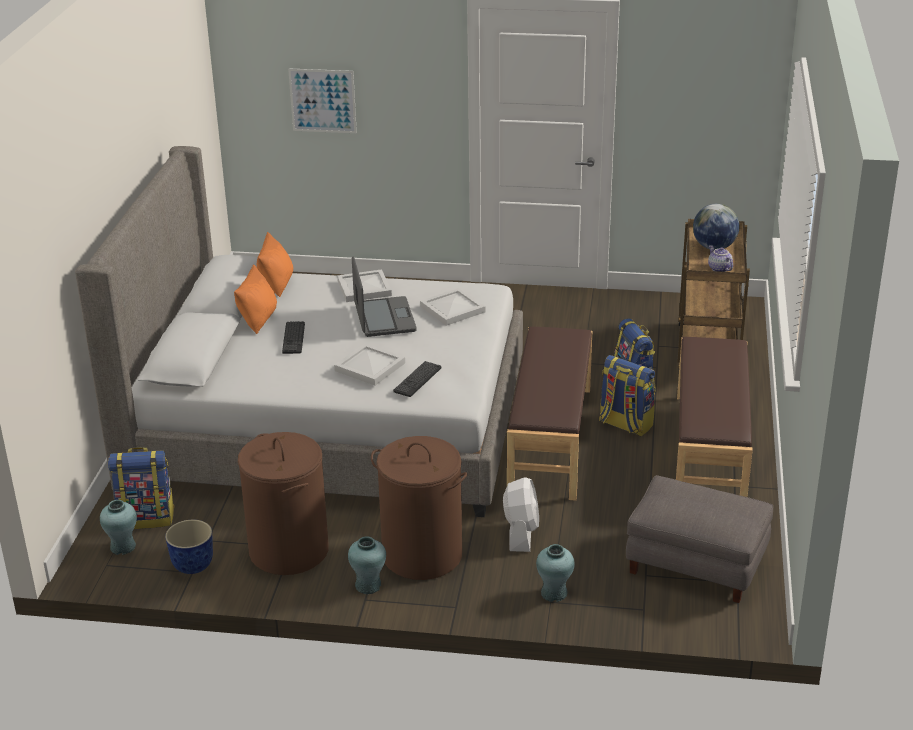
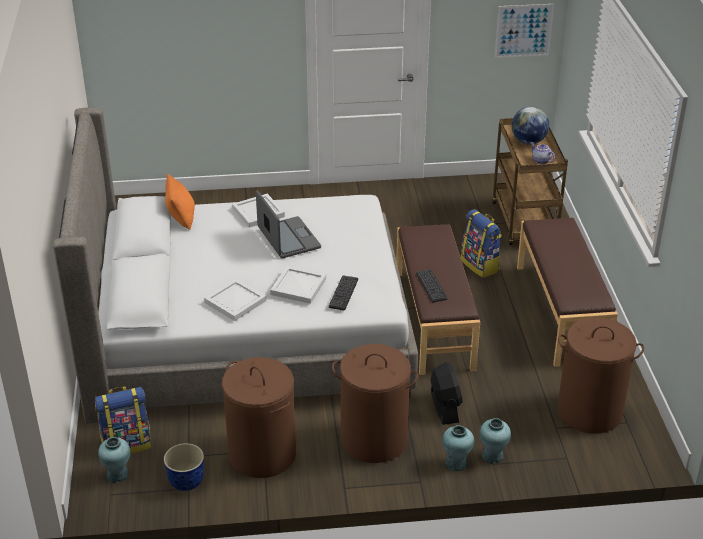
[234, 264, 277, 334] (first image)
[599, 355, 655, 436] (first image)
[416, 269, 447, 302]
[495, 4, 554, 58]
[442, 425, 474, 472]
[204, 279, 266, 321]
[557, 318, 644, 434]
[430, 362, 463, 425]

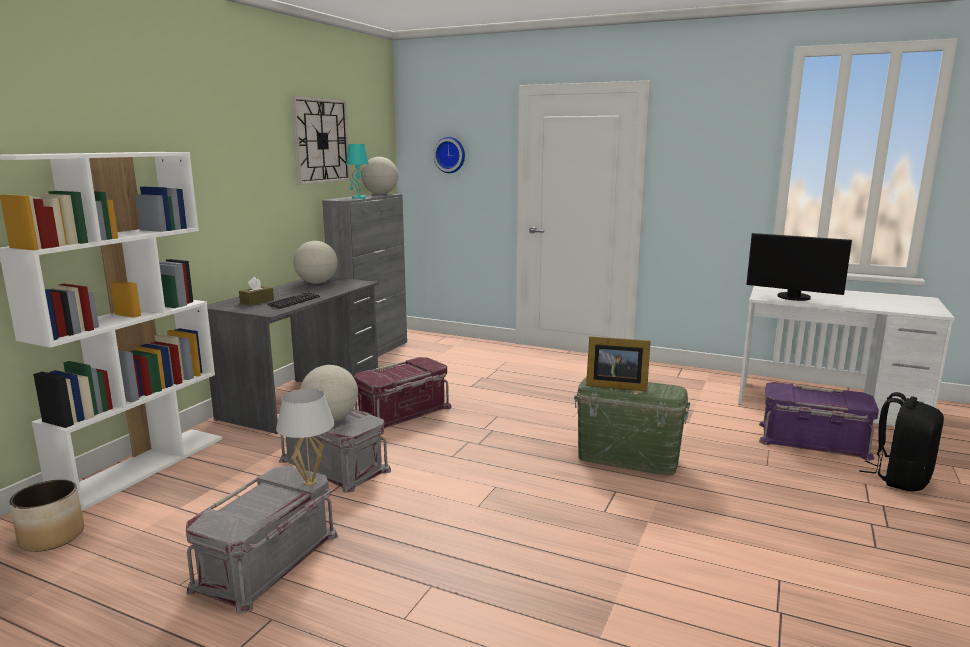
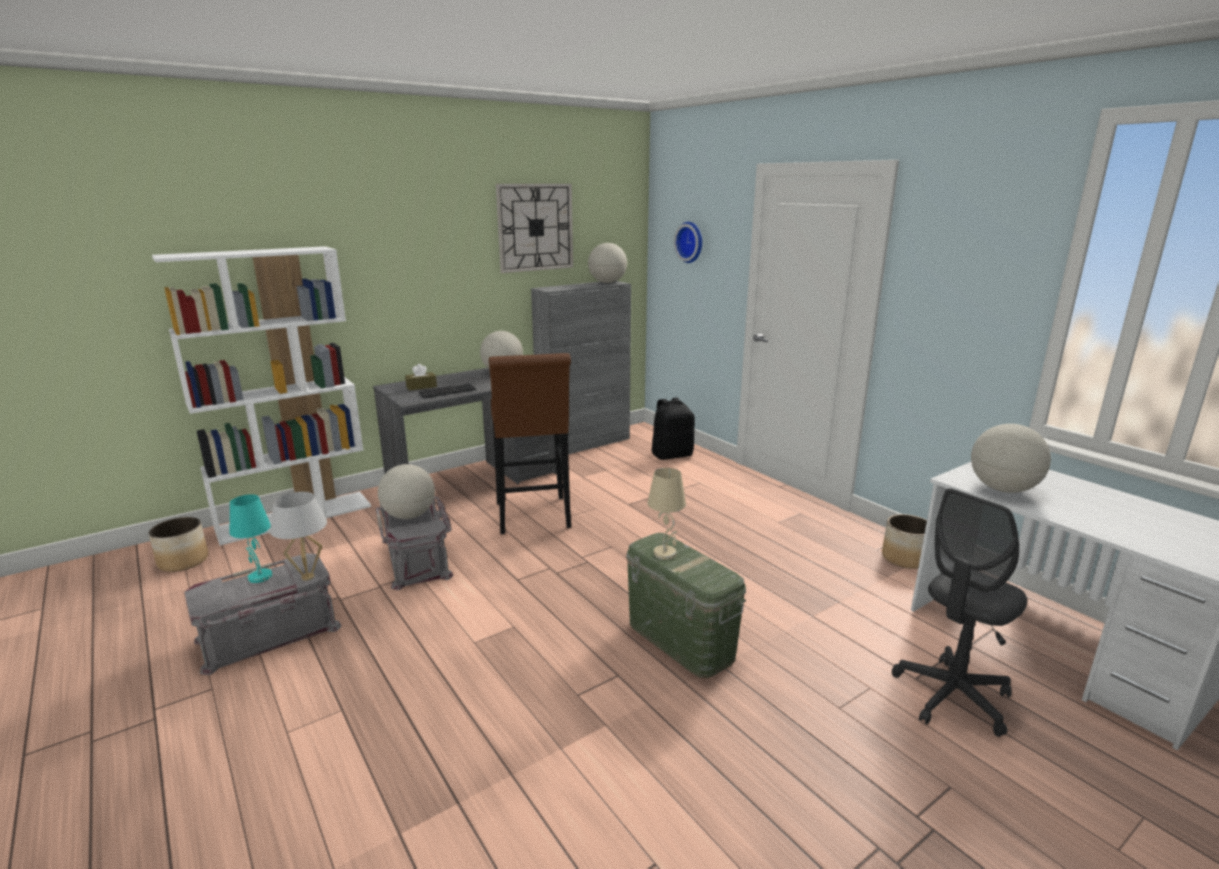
[882, 514, 927, 569]
[230, 494, 272, 583]
[652, 397, 695, 460]
[489, 353, 571, 534]
[647, 468, 686, 560]
[971, 424, 1051, 493]
[892, 488, 1027, 737]

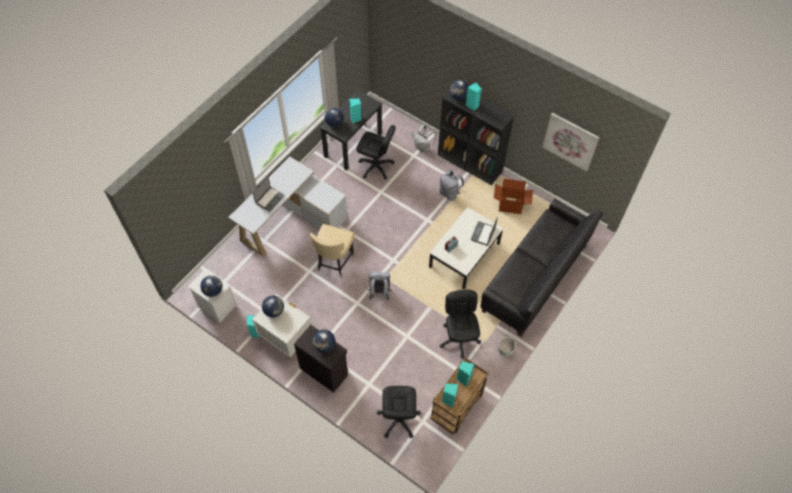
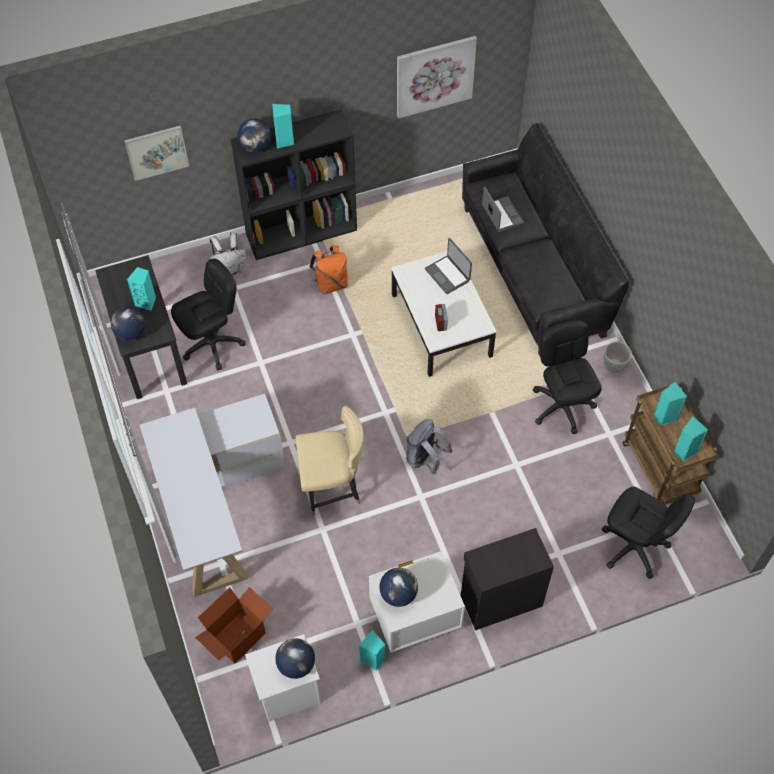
[313, 330, 335, 353] (first image)
[124, 126, 189, 181]
[482, 187, 524, 232]
[195, 587, 273, 664]
[310, 246, 348, 294]
[296, 406, 364, 515]
[533, 320, 602, 434]

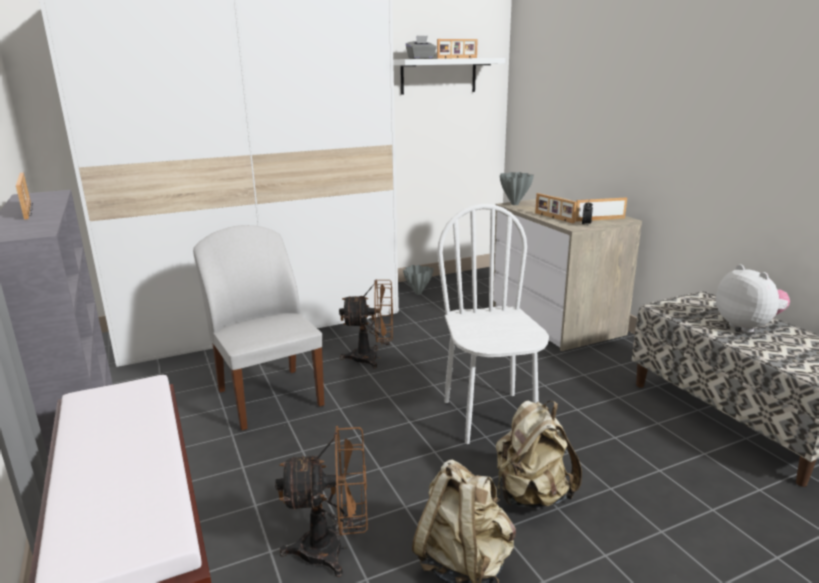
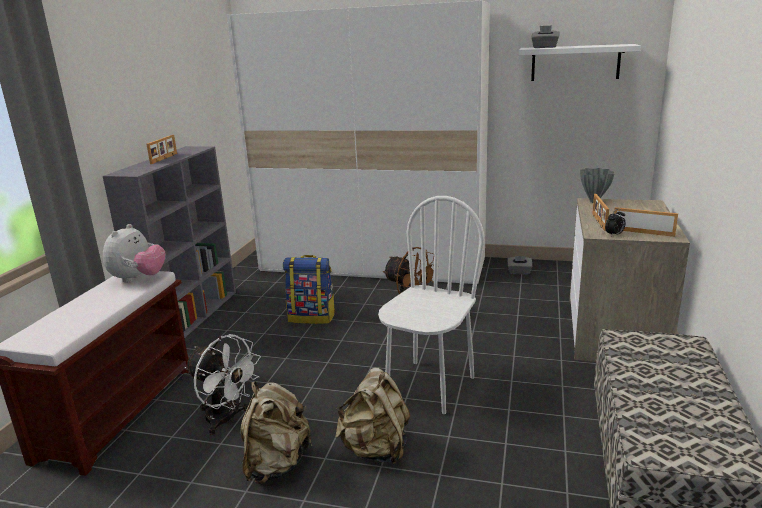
[437, 39, 478, 59] (first image)
[103, 224, 166, 283]
[283, 255, 335, 324]
[507, 256, 532, 274]
[185, 334, 261, 435]

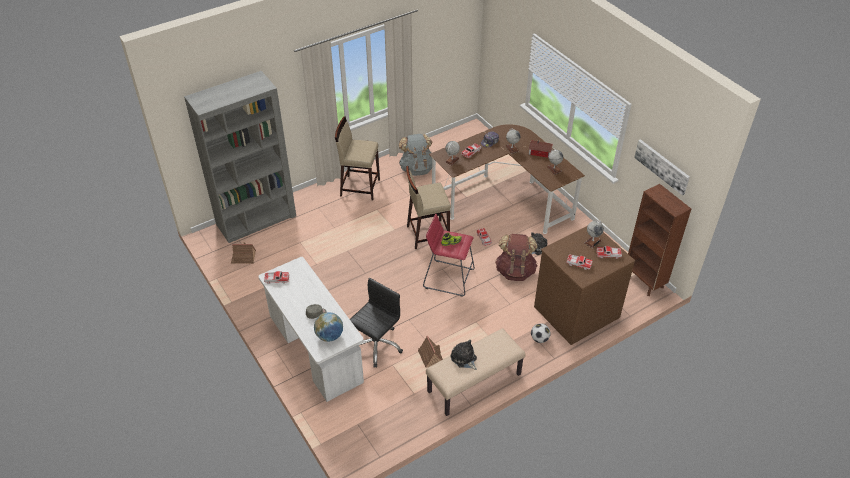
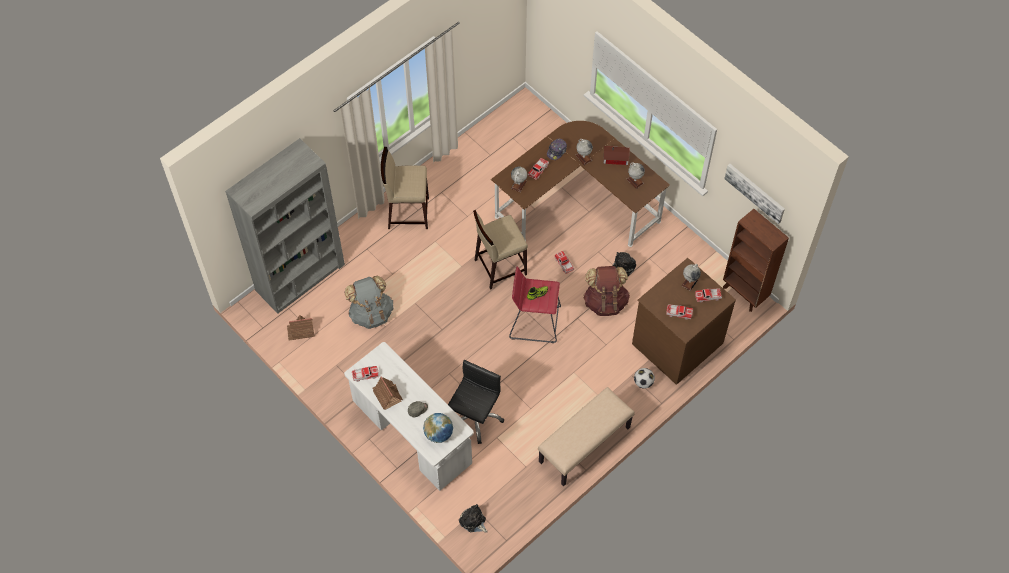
[345, 276, 394, 329]
[373, 376, 403, 410]
[459, 504, 488, 533]

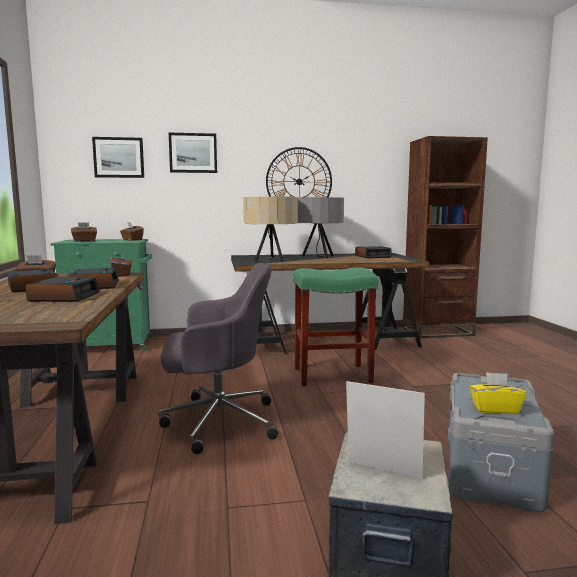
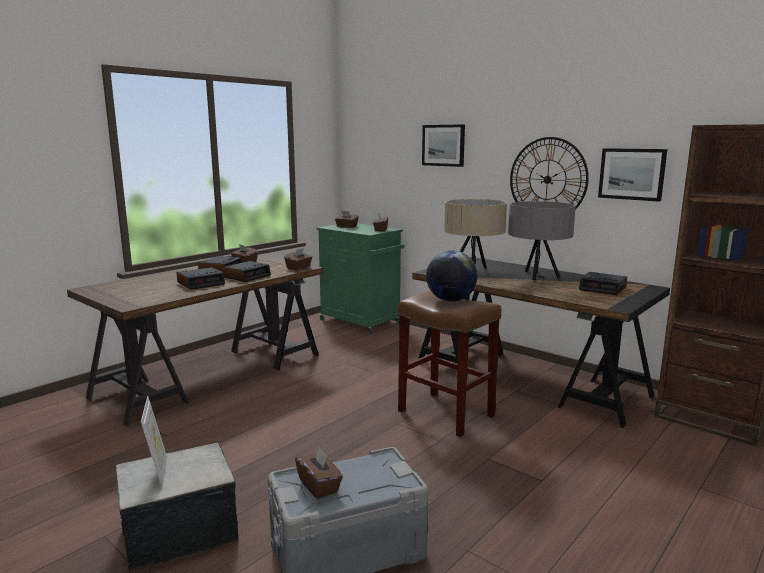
[158, 263, 278, 454] (first image)
[426, 250, 478, 301]
[598, 148, 667, 202]
[398, 291, 502, 437]
[295, 447, 343, 499]

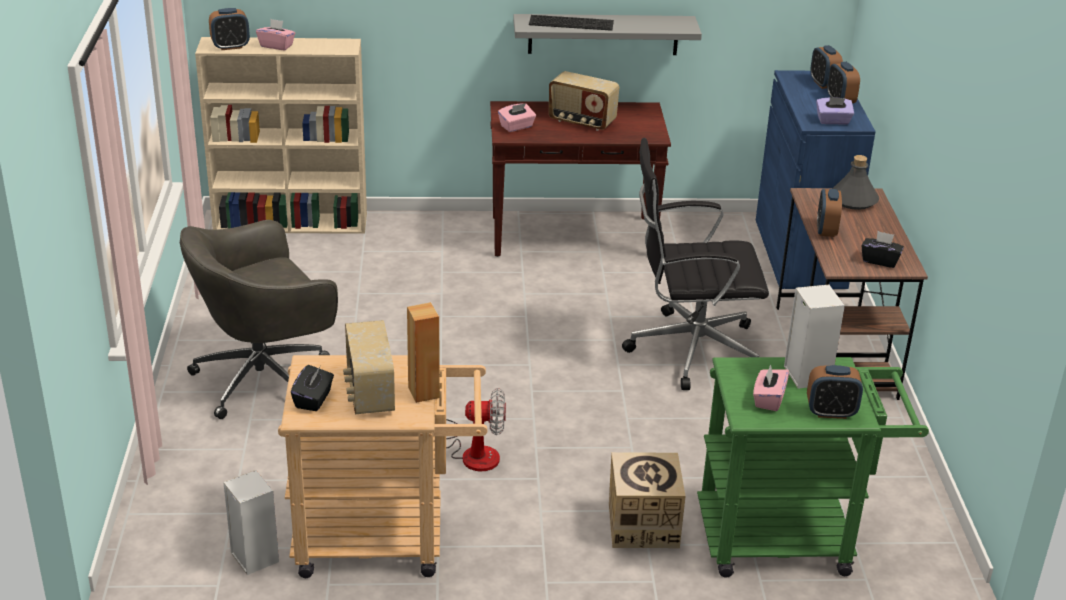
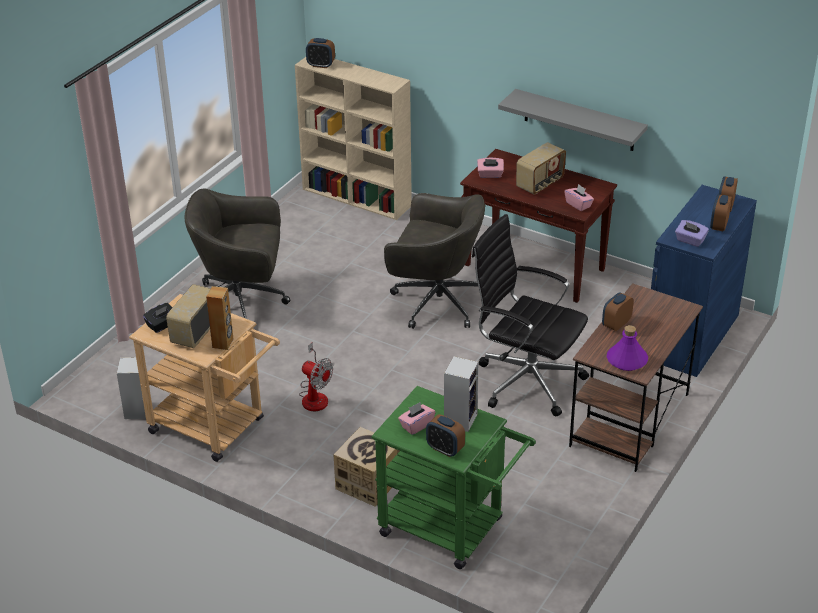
[529, 15, 614, 31] (first image)
[832, 155, 879, 210] (first image)
[384, 193, 485, 329]
[564, 184, 594, 211]
[607, 325, 648, 371]
[516, 142, 566, 195]

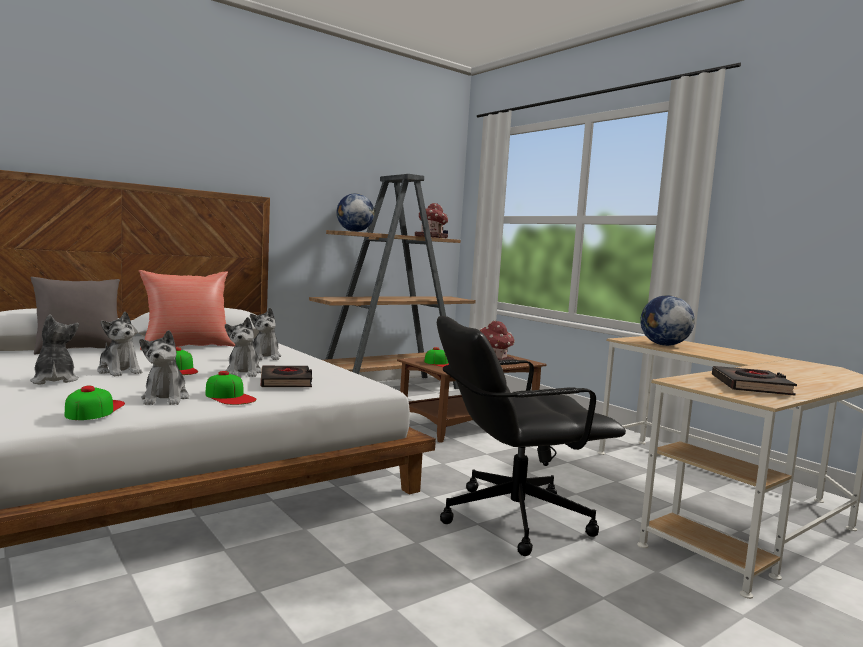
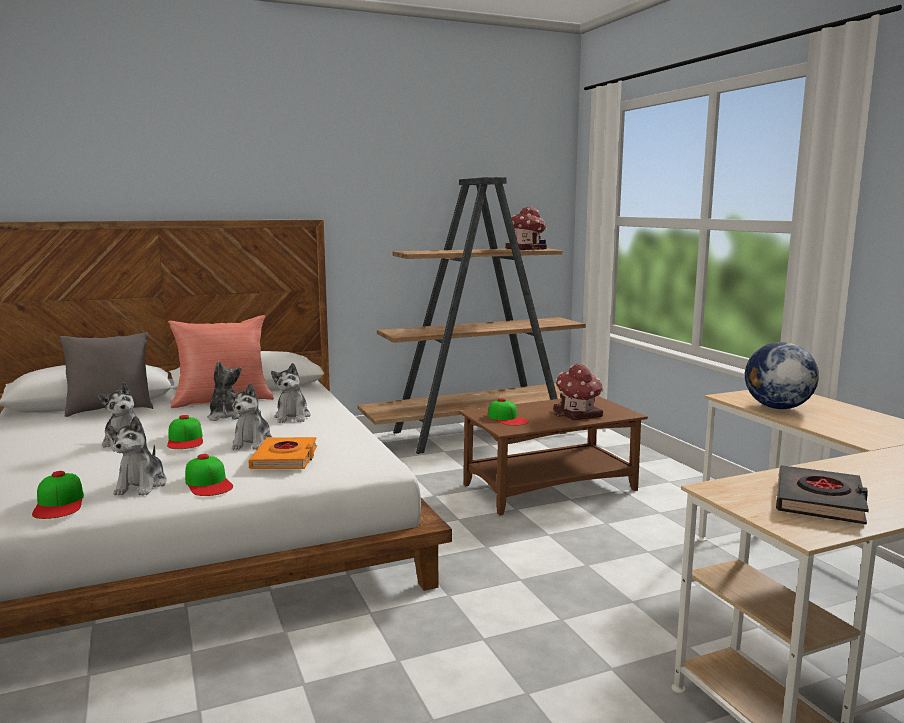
[337, 193, 374, 232] (first image)
[437, 316, 626, 556] (first image)
[207, 361, 242, 421]
[248, 437, 317, 469]
[32, 471, 84, 519]

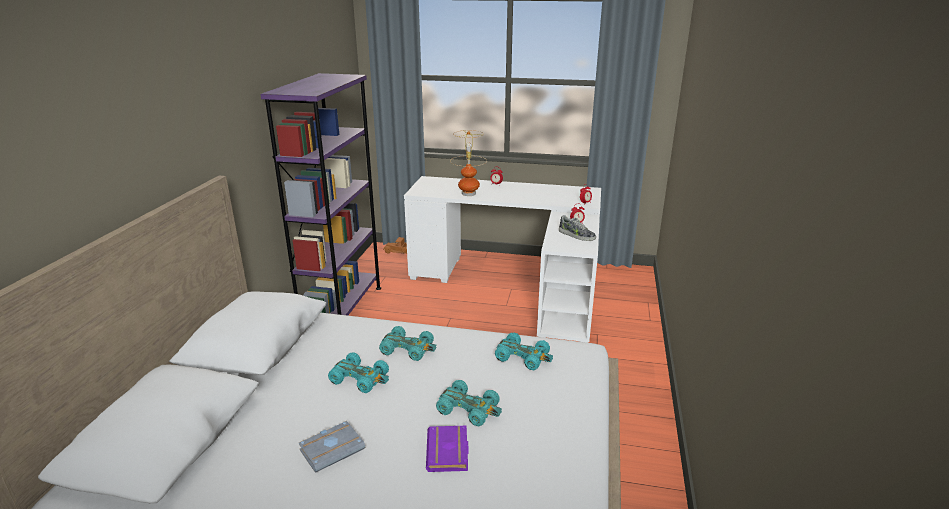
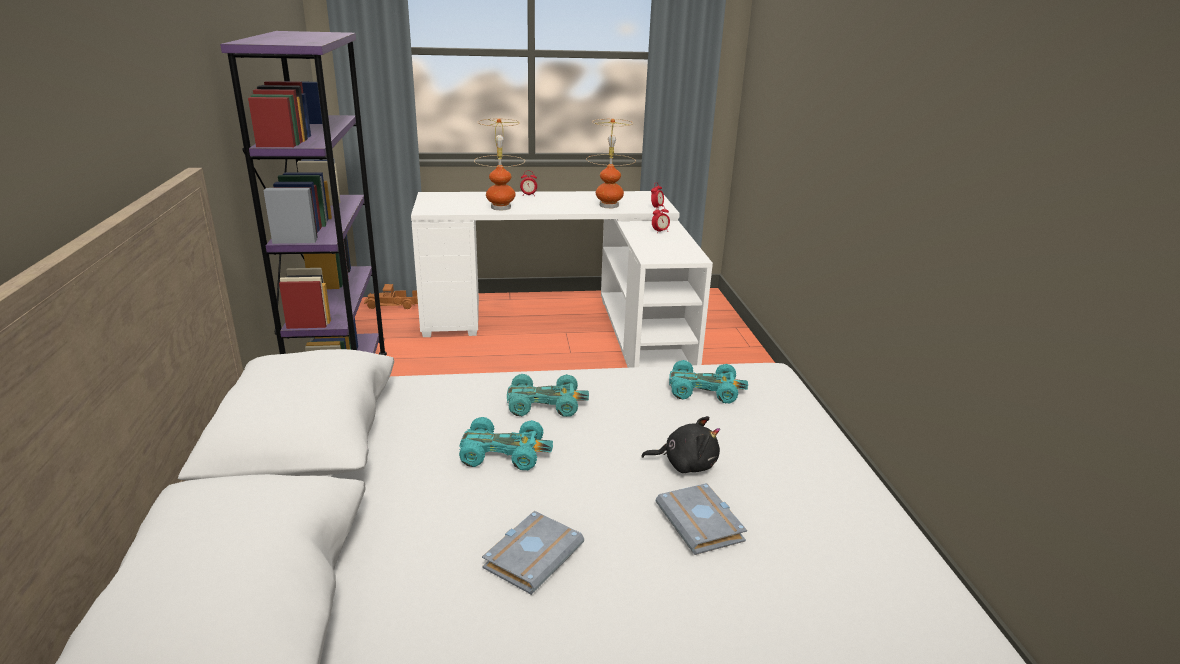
[559, 215, 596, 241] (first image)
[586, 119, 636, 208]
[641, 416, 720, 473]
[656, 483, 747, 555]

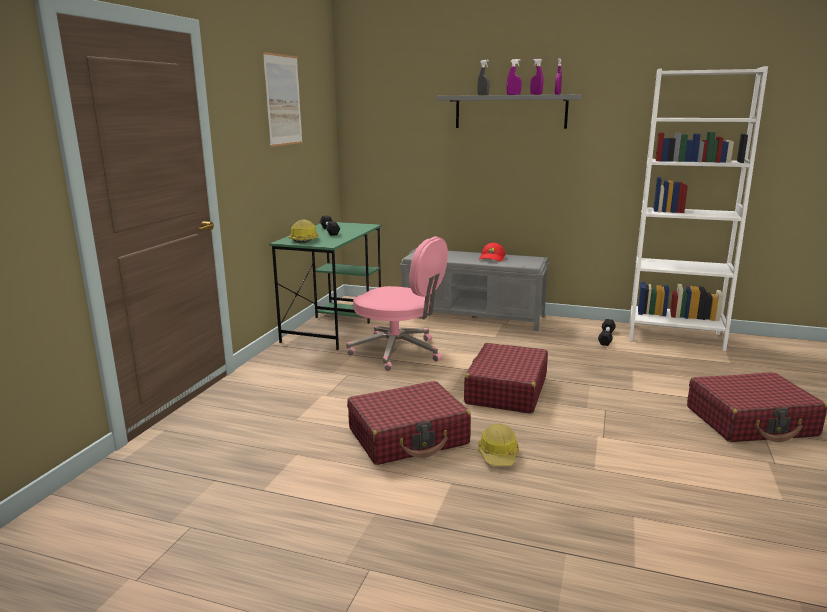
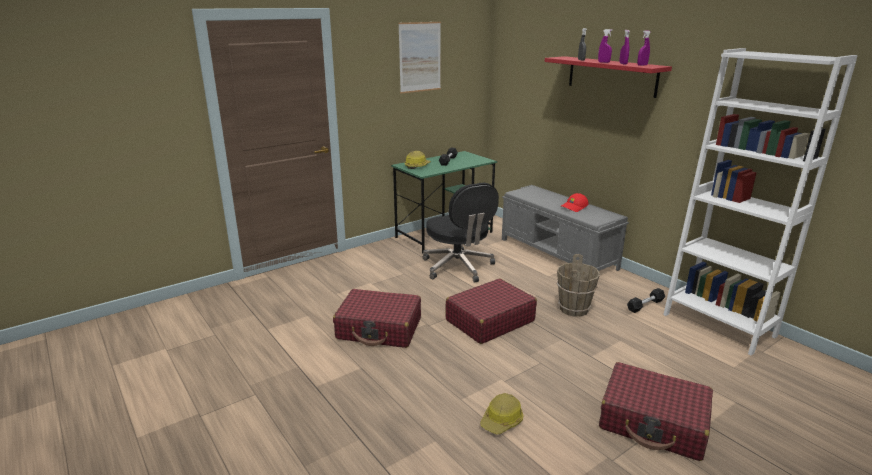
[557, 254, 600, 317]
[480, 393, 523, 434]
[423, 183, 499, 283]
[545, 56, 672, 98]

